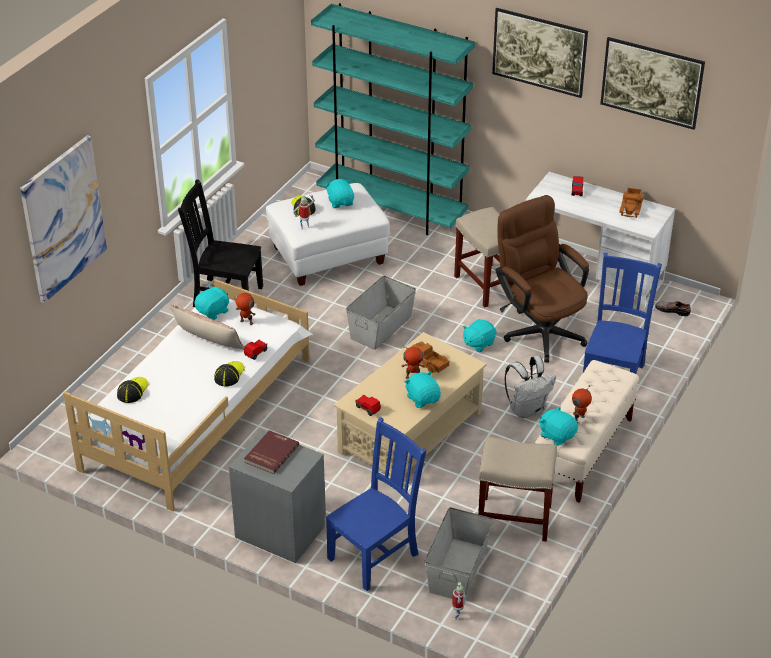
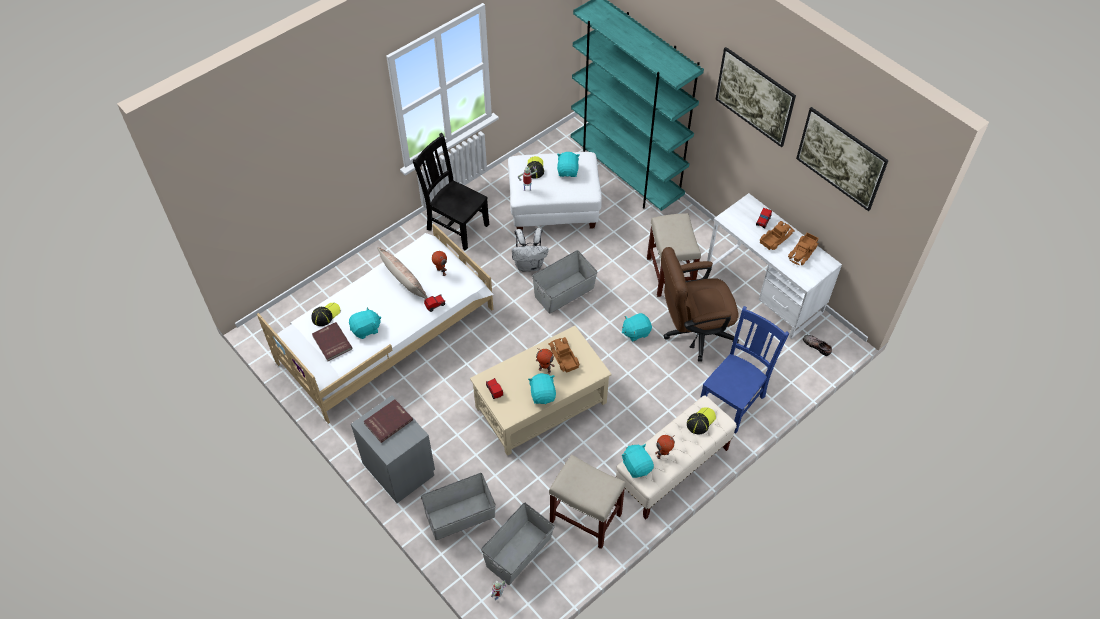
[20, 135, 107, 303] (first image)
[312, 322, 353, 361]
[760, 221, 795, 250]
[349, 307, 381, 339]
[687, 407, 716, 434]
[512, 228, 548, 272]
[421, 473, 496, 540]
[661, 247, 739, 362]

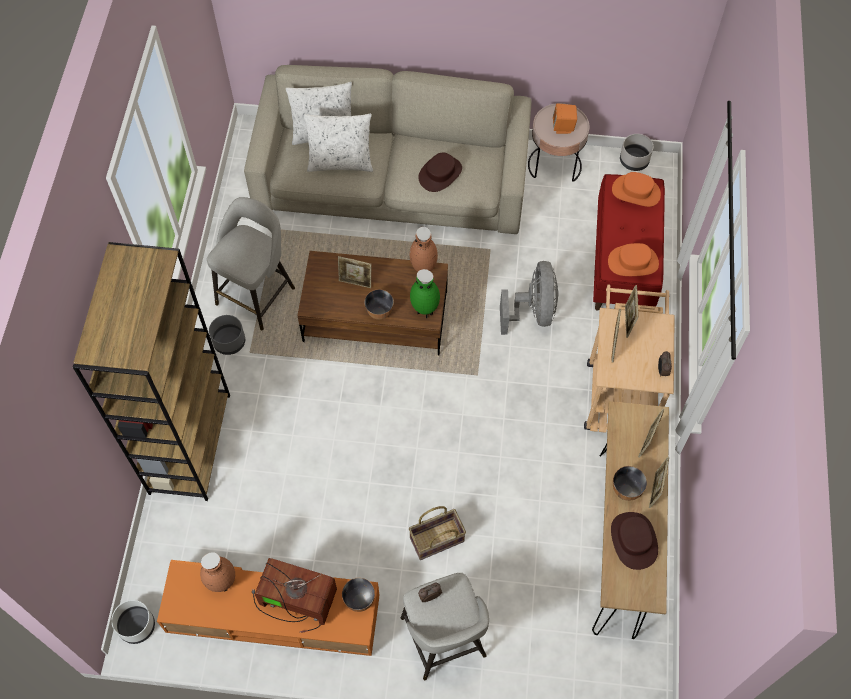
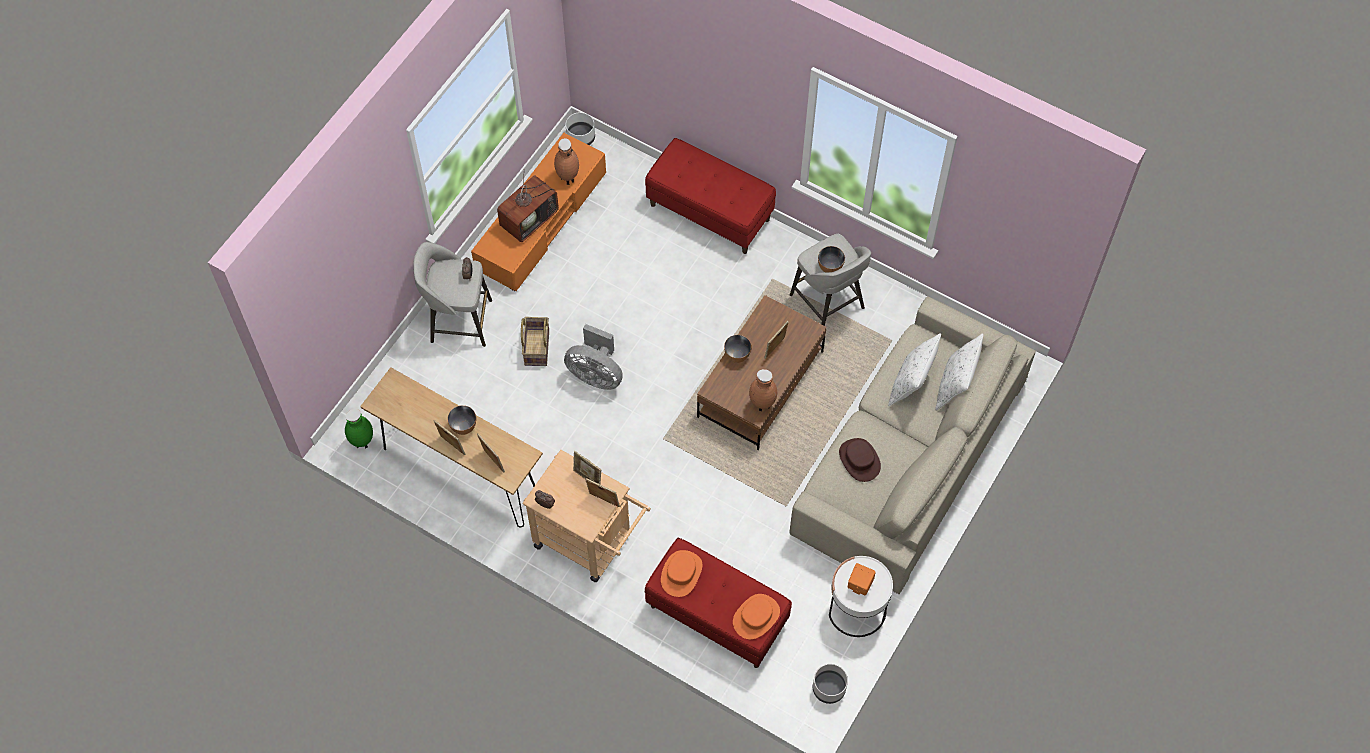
[209, 315, 245, 355] (first image)
[611, 512, 658, 570] (first image)
[818, 246, 845, 272]
[345, 409, 373, 449]
[564, 324, 623, 390]
[645, 138, 776, 254]
[829, 556, 893, 637]

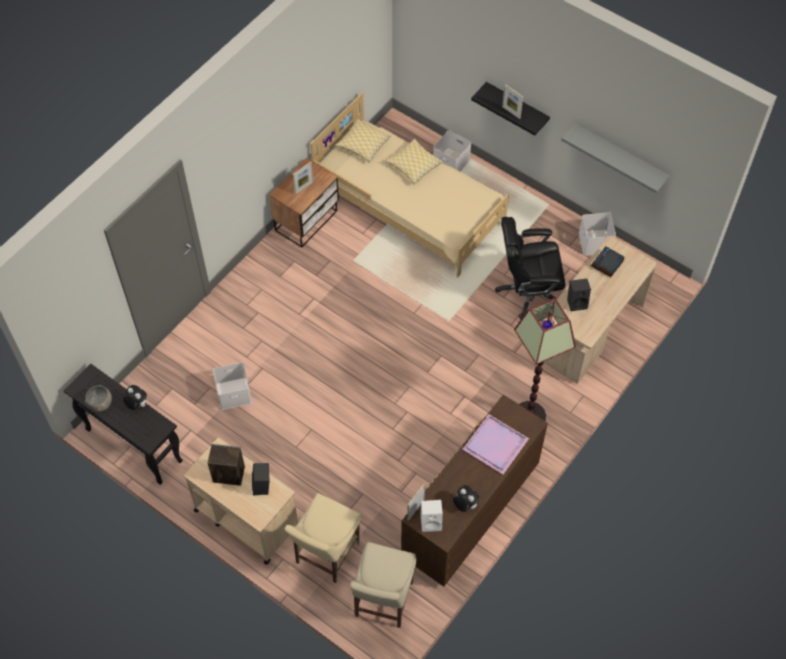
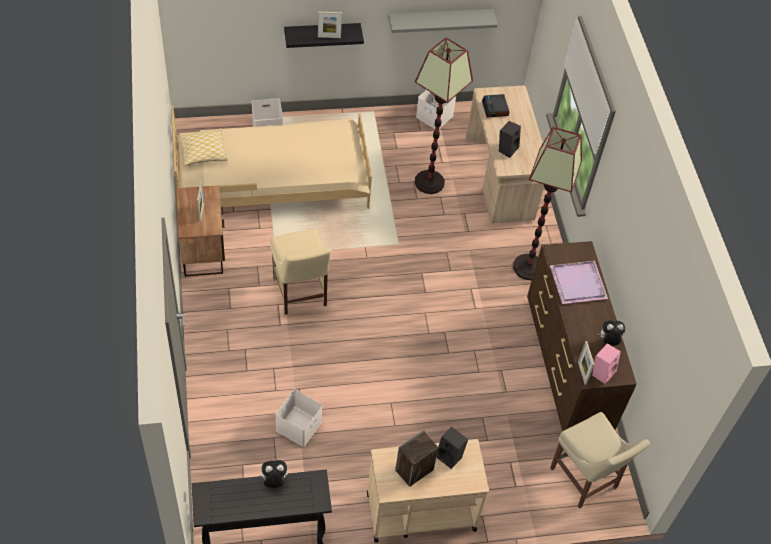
[85, 385, 112, 412] (first image)
[385, 139, 443, 184] (first image)
[270, 229, 331, 315]
[415, 37, 473, 194]
[592, 343, 621, 384]

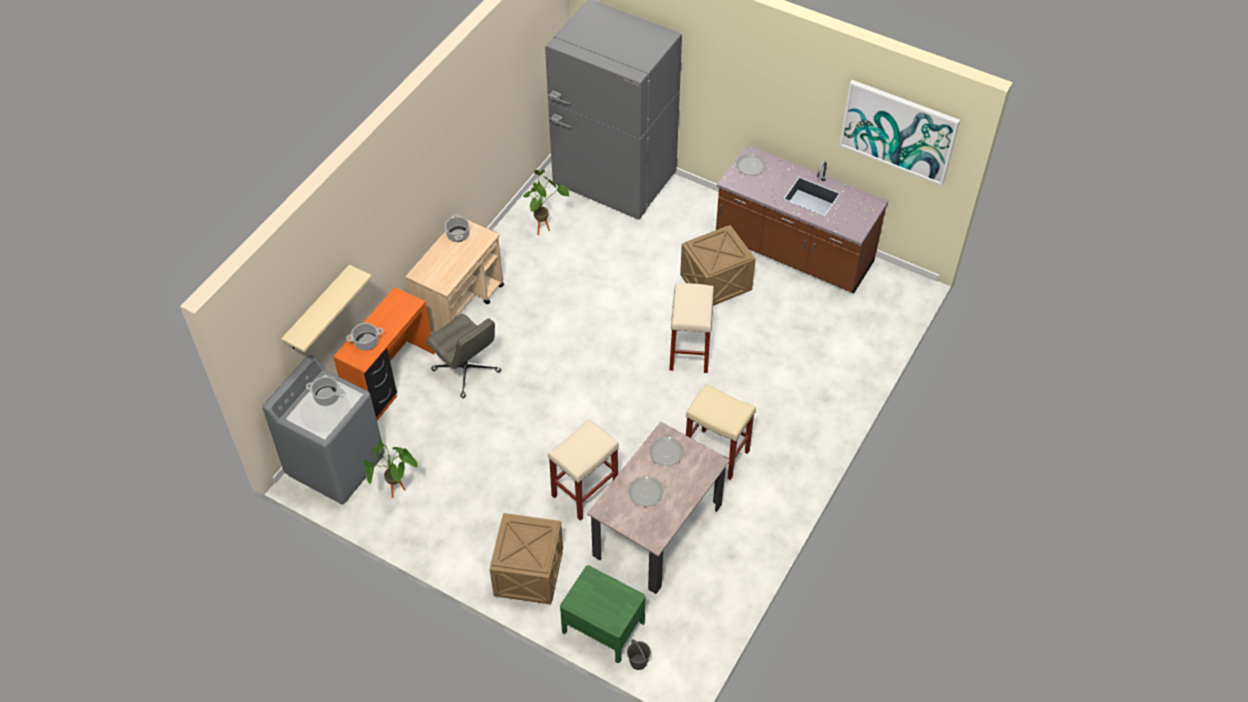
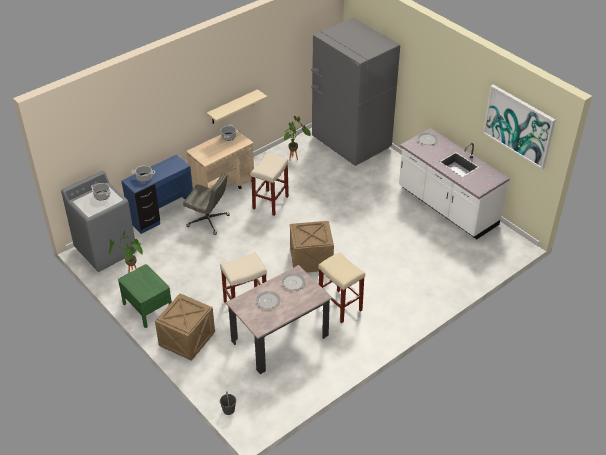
[207, 89, 267, 124]
[118, 264, 172, 328]
[251, 153, 289, 216]
[290, 221, 334, 272]
[122, 154, 193, 234]
[399, 128, 510, 239]
[183, 173, 230, 235]

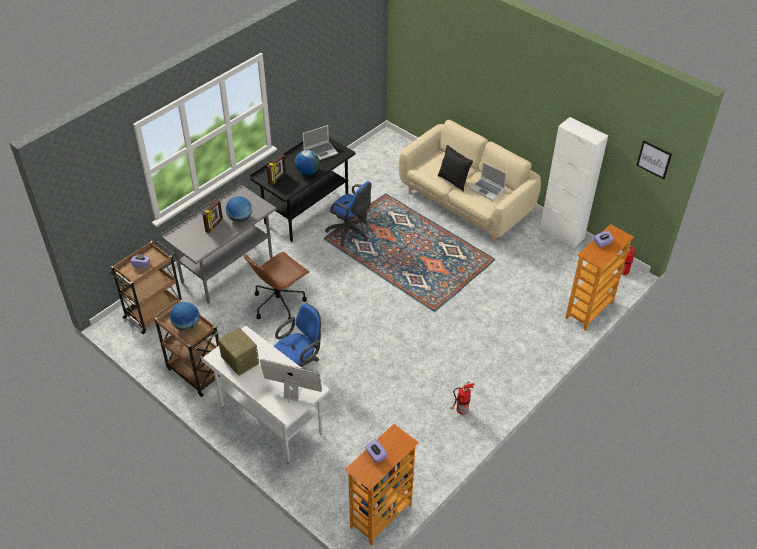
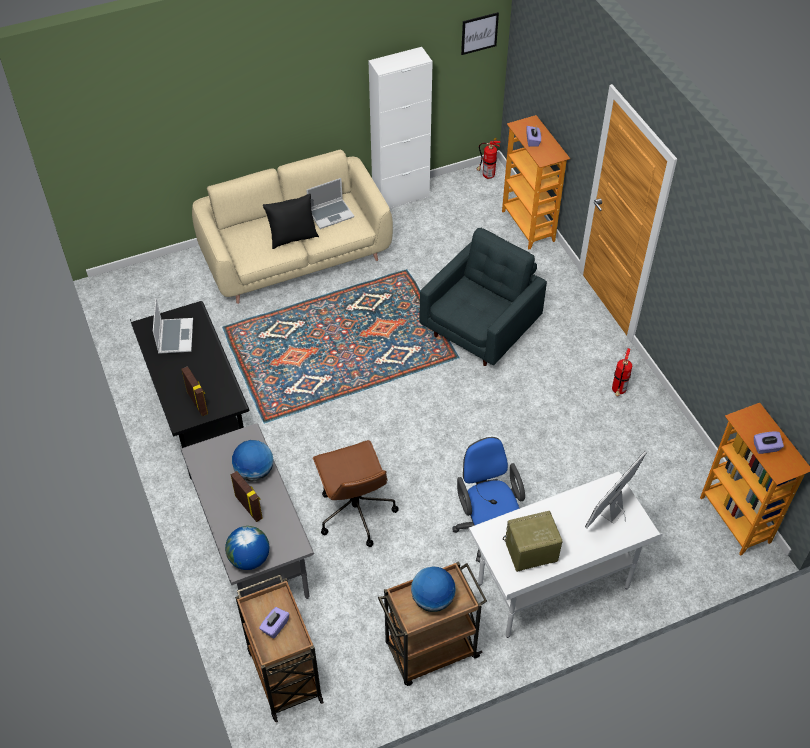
[325, 181, 371, 246] (first image)
[420, 228, 547, 366]
[225, 526, 269, 570]

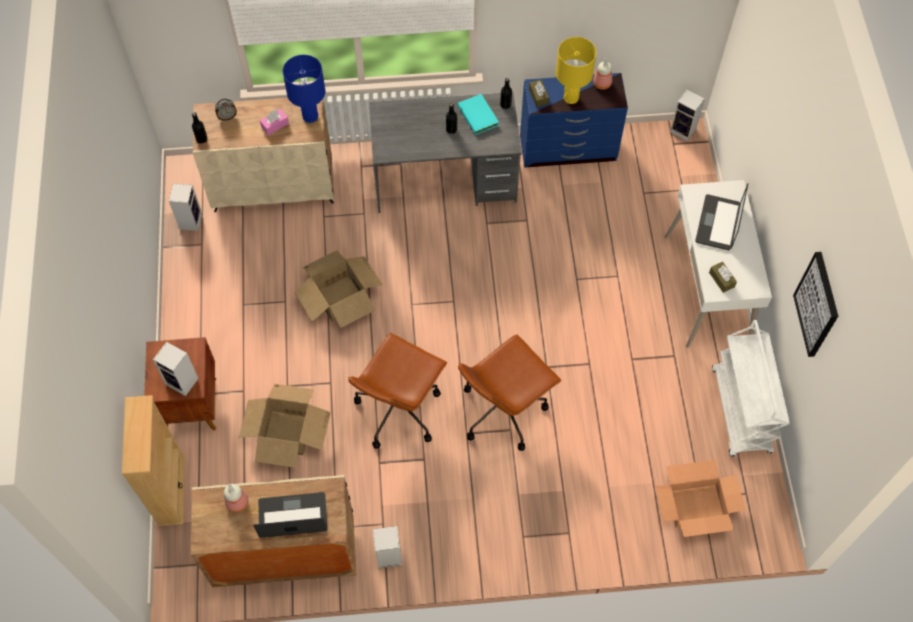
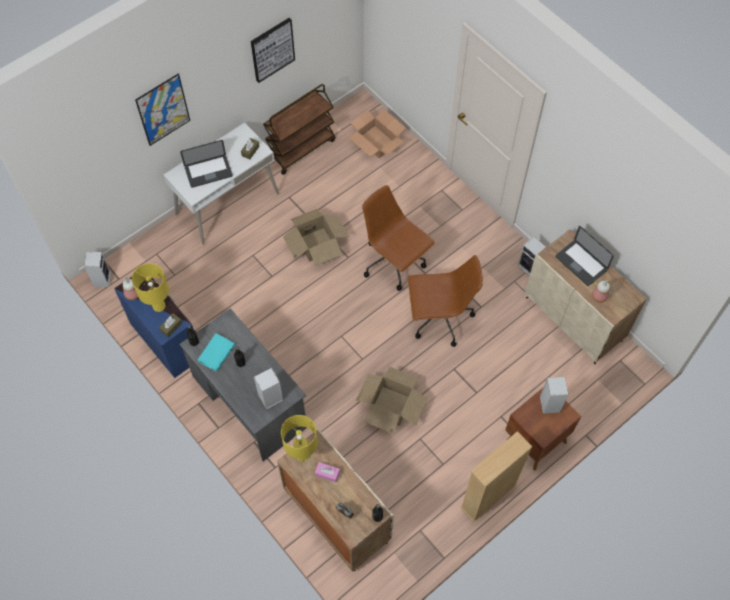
[135, 73, 190, 146]
[460, 431, 532, 522]
[254, 368, 283, 409]
[283, 209, 350, 266]
[281, 415, 318, 461]
[263, 84, 336, 175]
[362, 185, 435, 291]

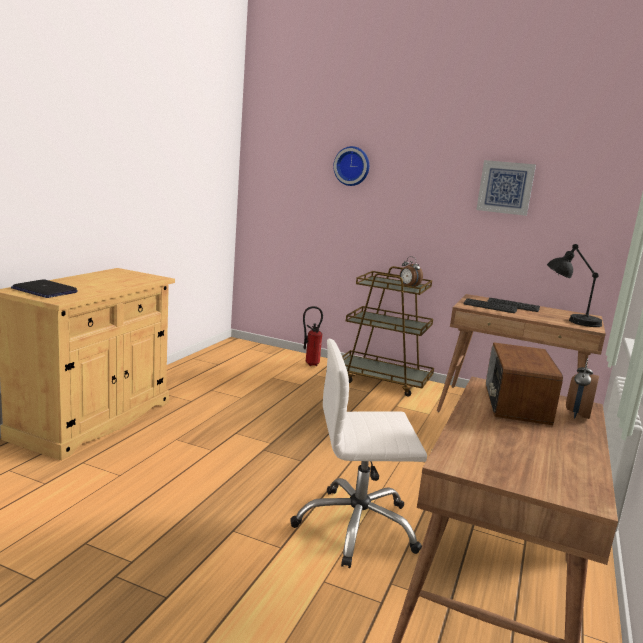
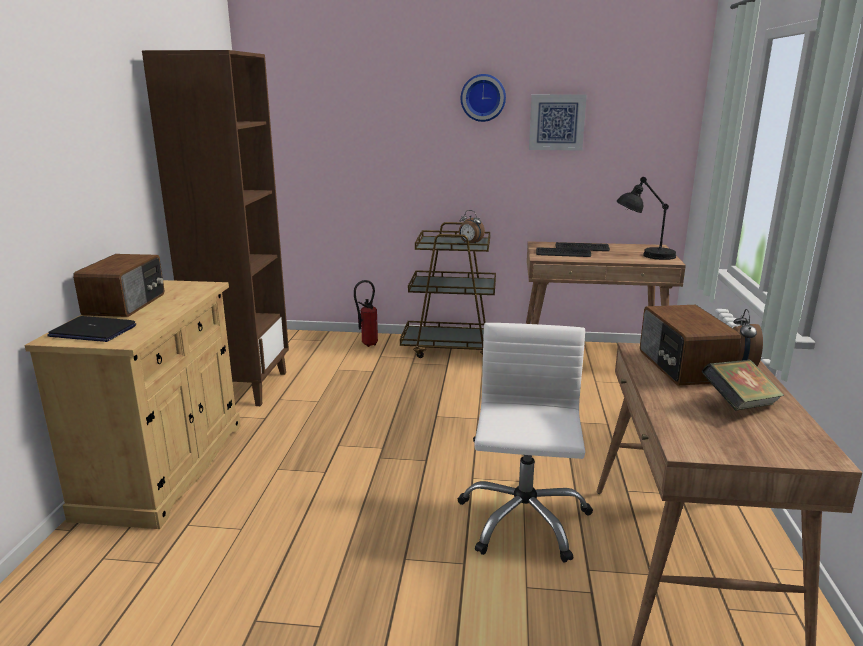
[73, 254, 164, 317]
[142, 50, 289, 406]
[701, 360, 784, 411]
[461, 74, 506, 122]
[458, 323, 593, 563]

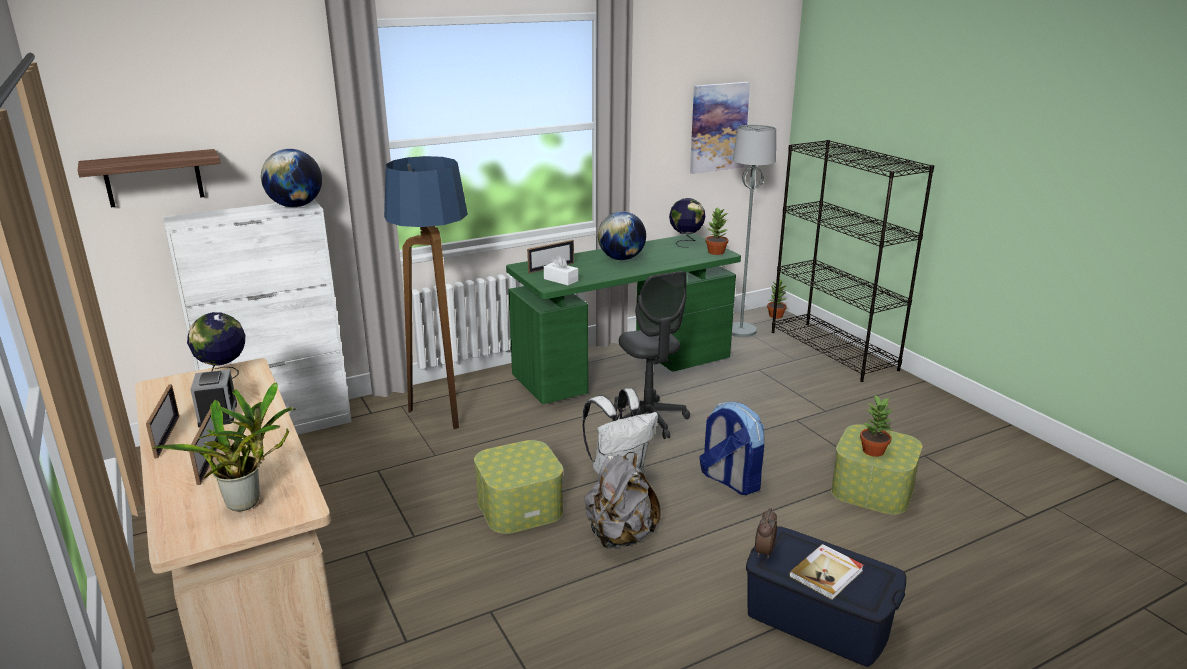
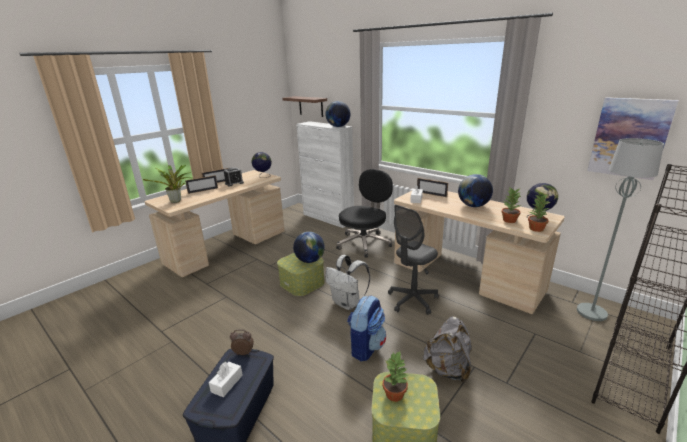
[293, 232, 325, 263]
[423, 316, 472, 383]
[502, 187, 521, 223]
[336, 169, 393, 258]
[209, 362, 243, 397]
[394, 191, 565, 314]

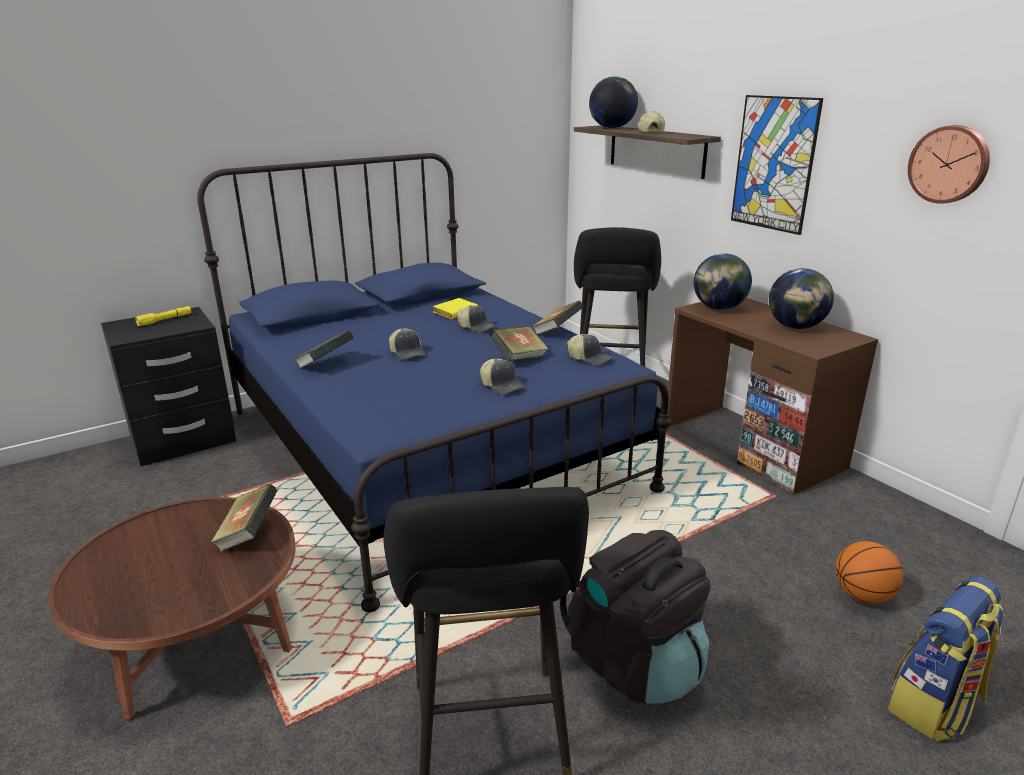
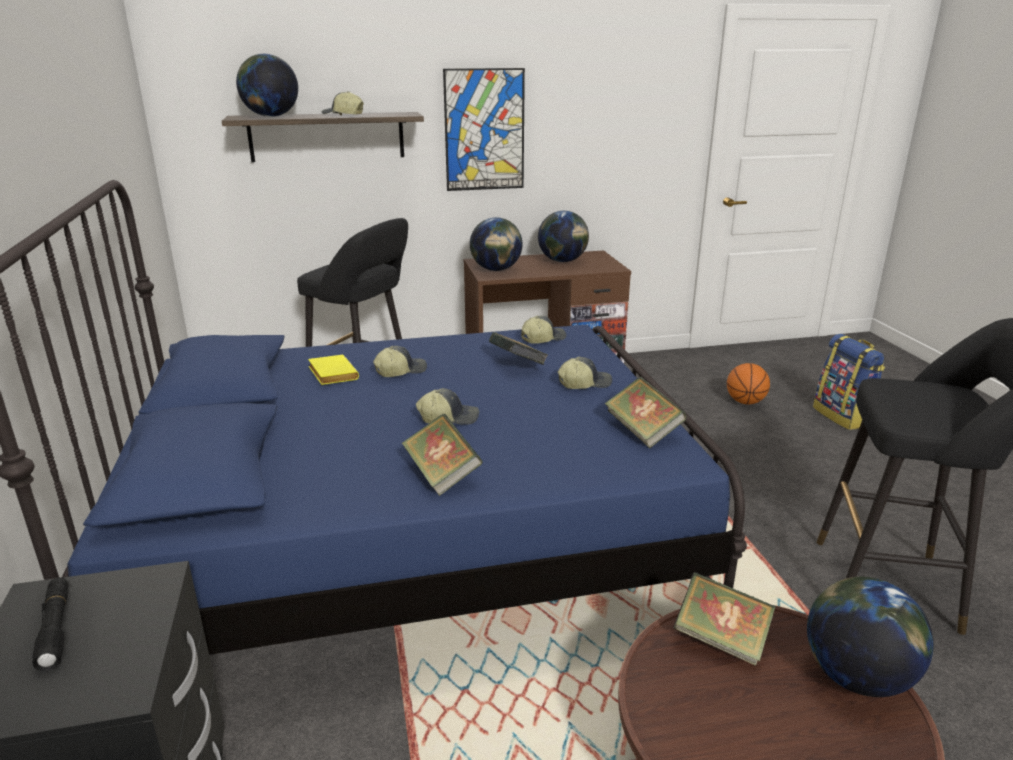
[560, 530, 710, 704] (first image)
[908, 125, 990, 204] (first image)
[807, 577, 934, 697]
[605, 377, 687, 448]
[32, 577, 69, 672]

